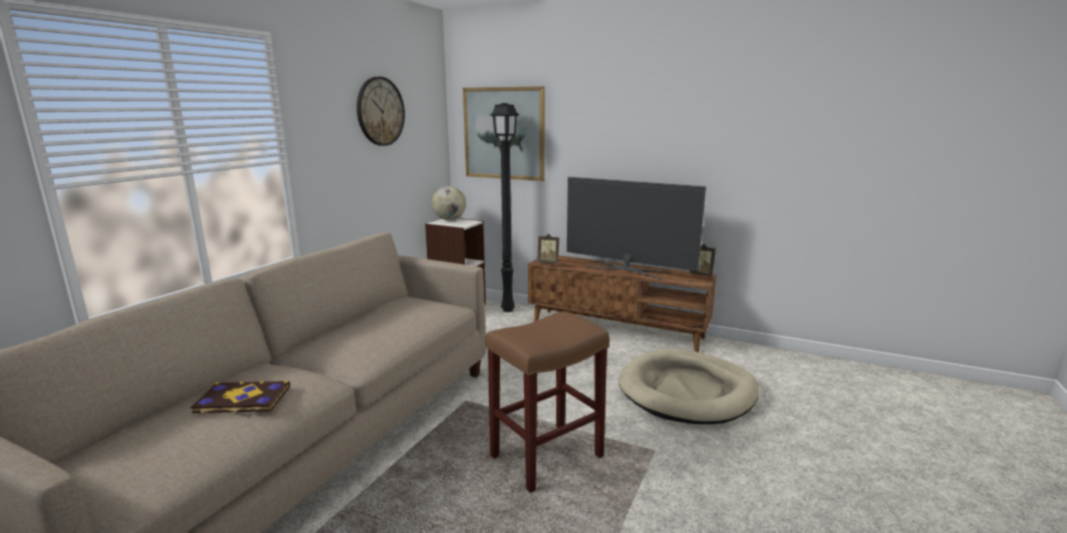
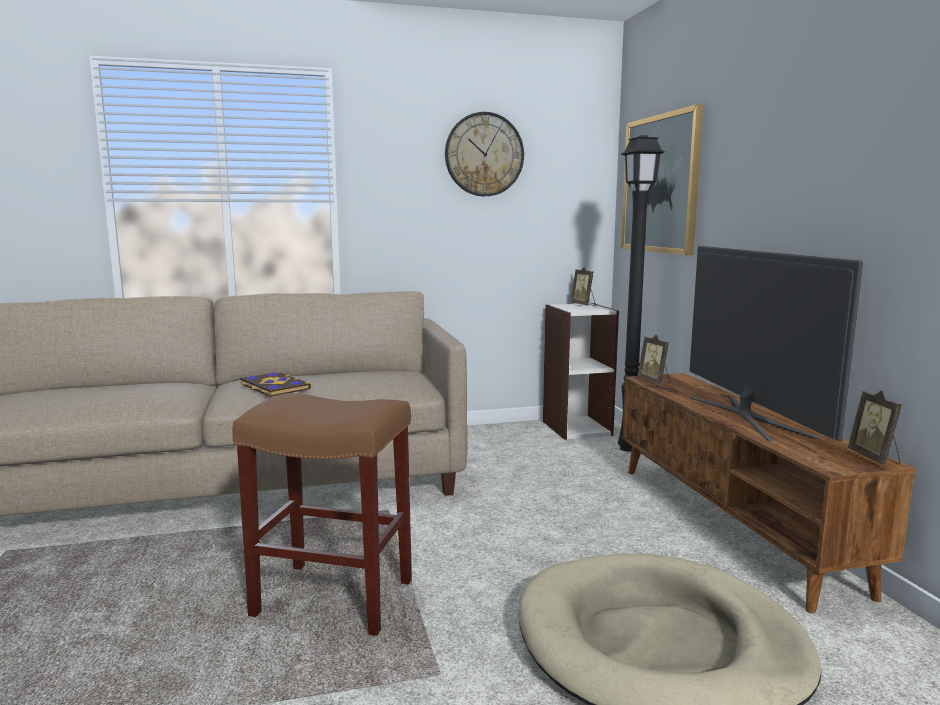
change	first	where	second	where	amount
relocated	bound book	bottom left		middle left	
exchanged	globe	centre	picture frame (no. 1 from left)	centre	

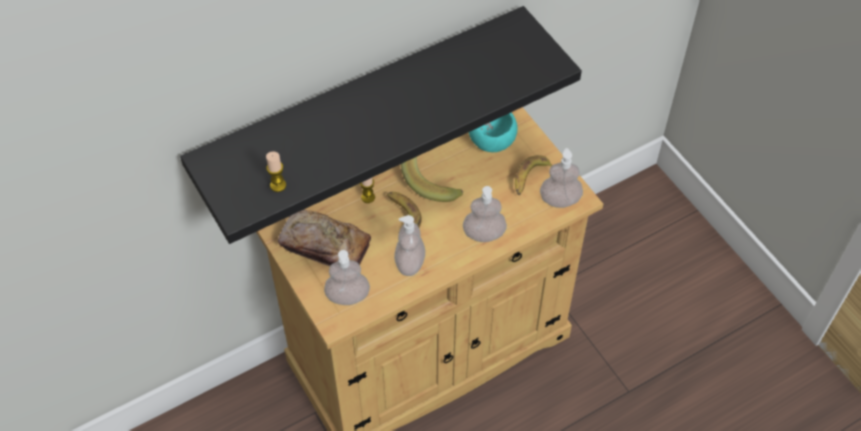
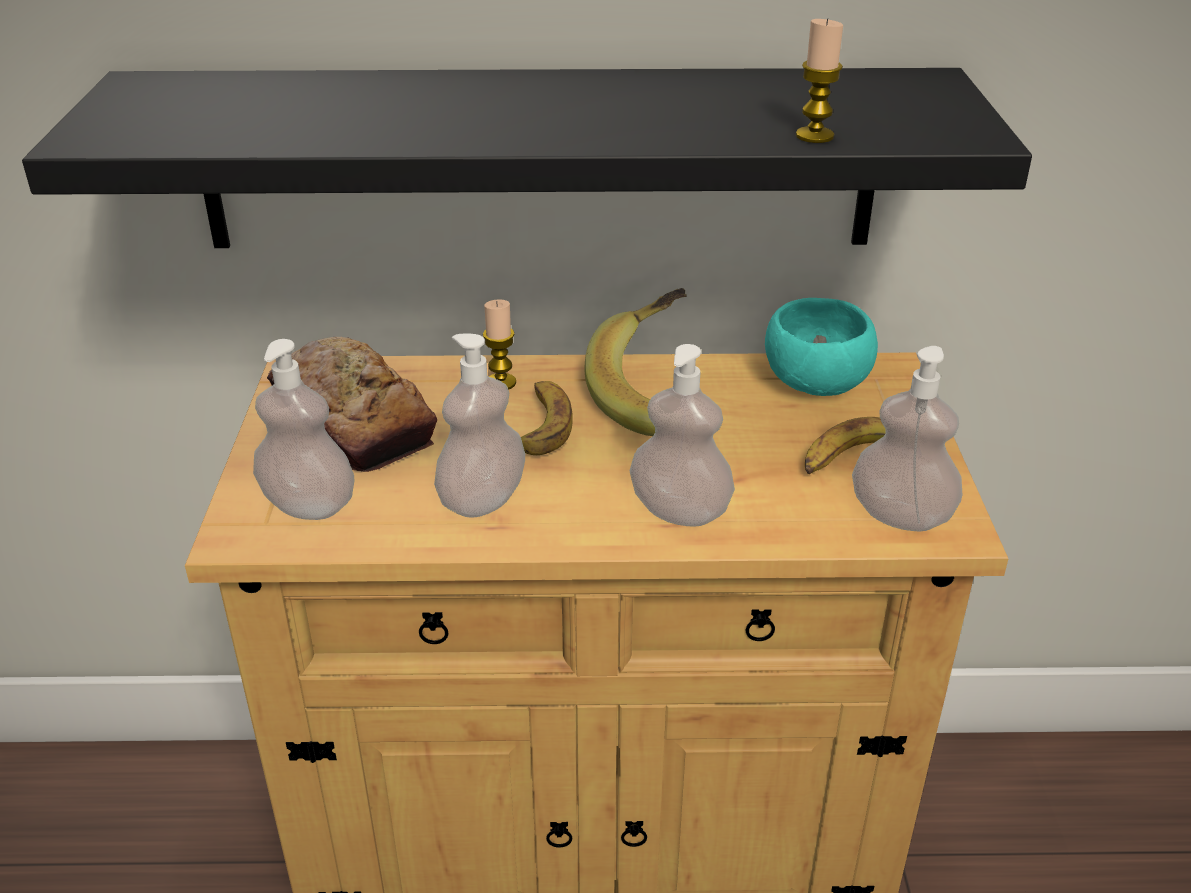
change	first	where	second	where	amount
relocated	wax candle (no. 1 from left in the first image)	middle left	wax candle (no. 2 from left)	top right	

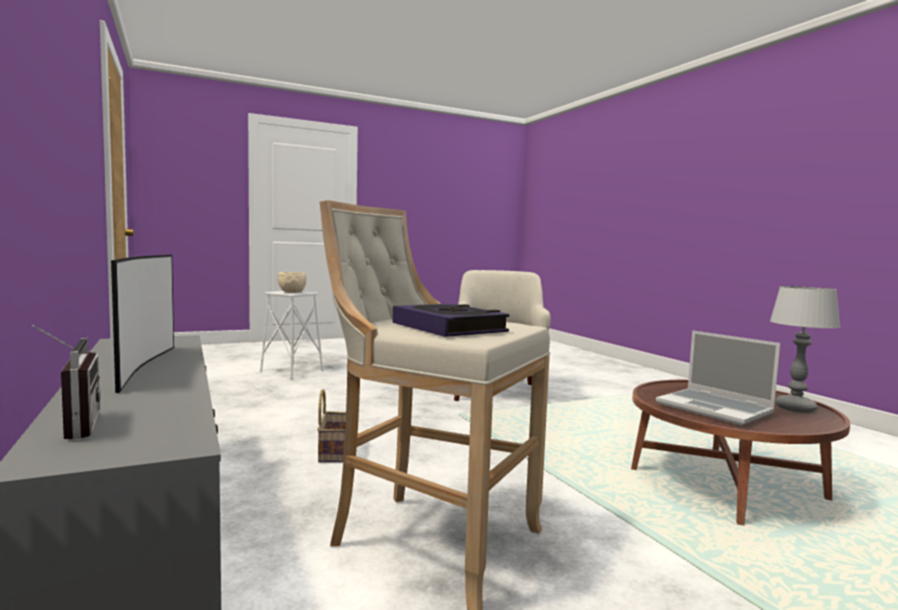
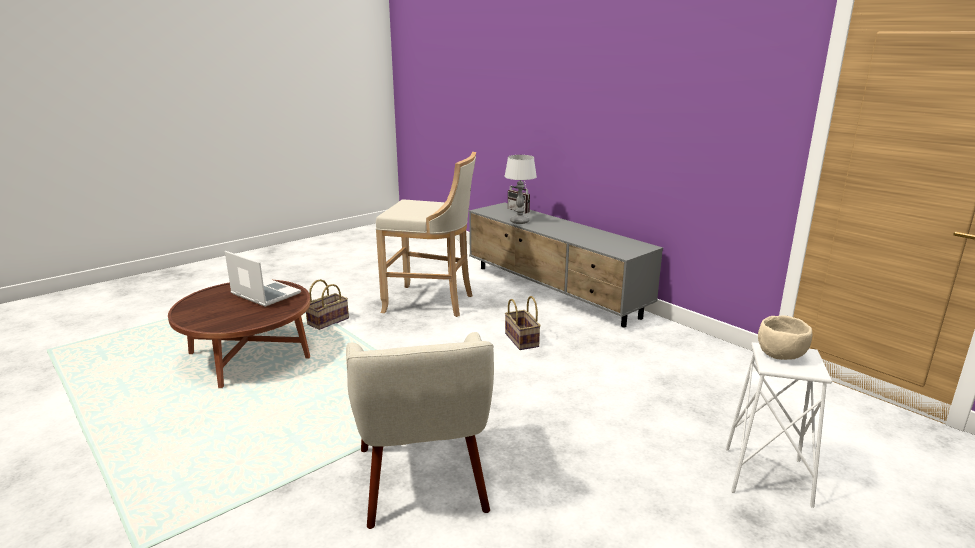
change	first	where	second	where	amount
appeared			storage basket (no. 1 from left)	centre	
relocated	tabletop lamp	middle right		centre	
missing	television	middle left			
missing	bound book	centre			

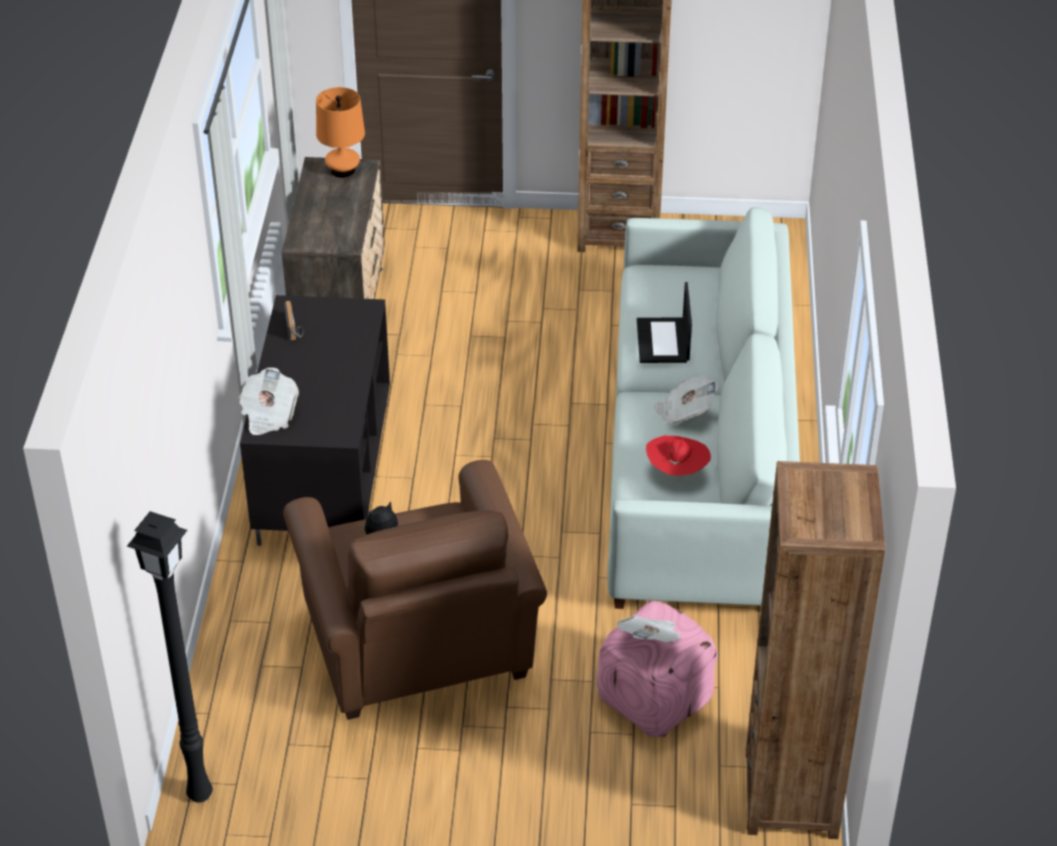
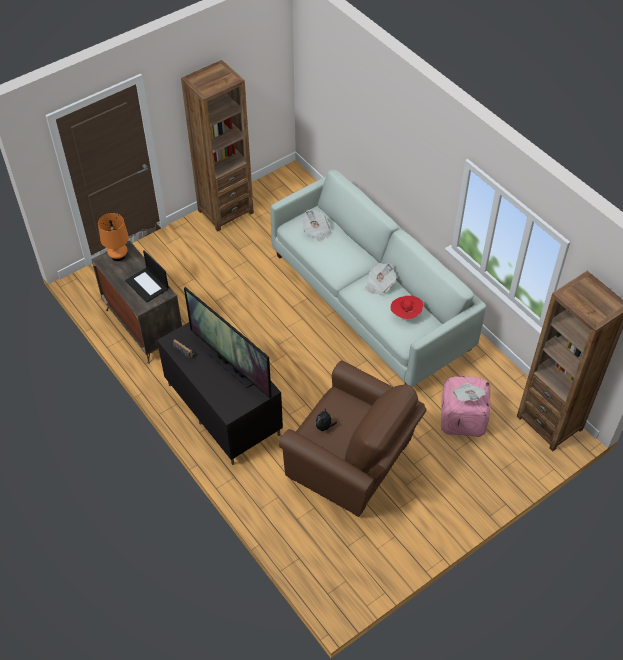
change	first	where	second	where	amount
relocated	portable computer	centre		middle left	
appeared			television	centre	
relocated	daily paper (no. 1 from left)	middle left		centre	
missing	standing lamp in black	bottom left			

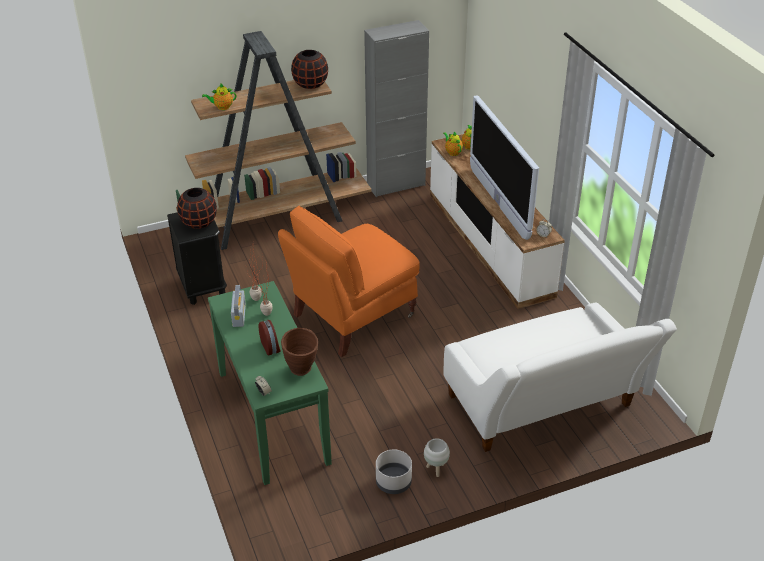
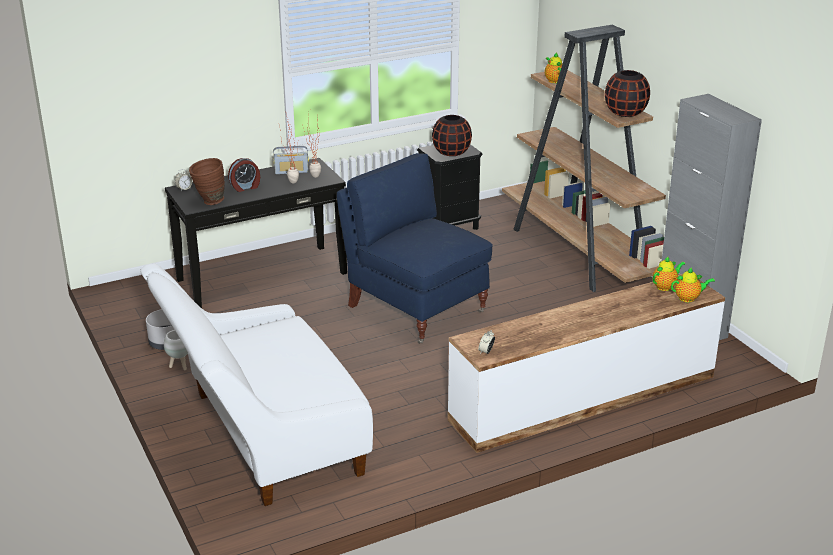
change	first	where	second	where	amount
colour	narrow table in green	bottom centre	narrow table in black	middle left	
colour	armchair in orange-coloured	centre	armchair in blue	centre	
missing	television	top centre			

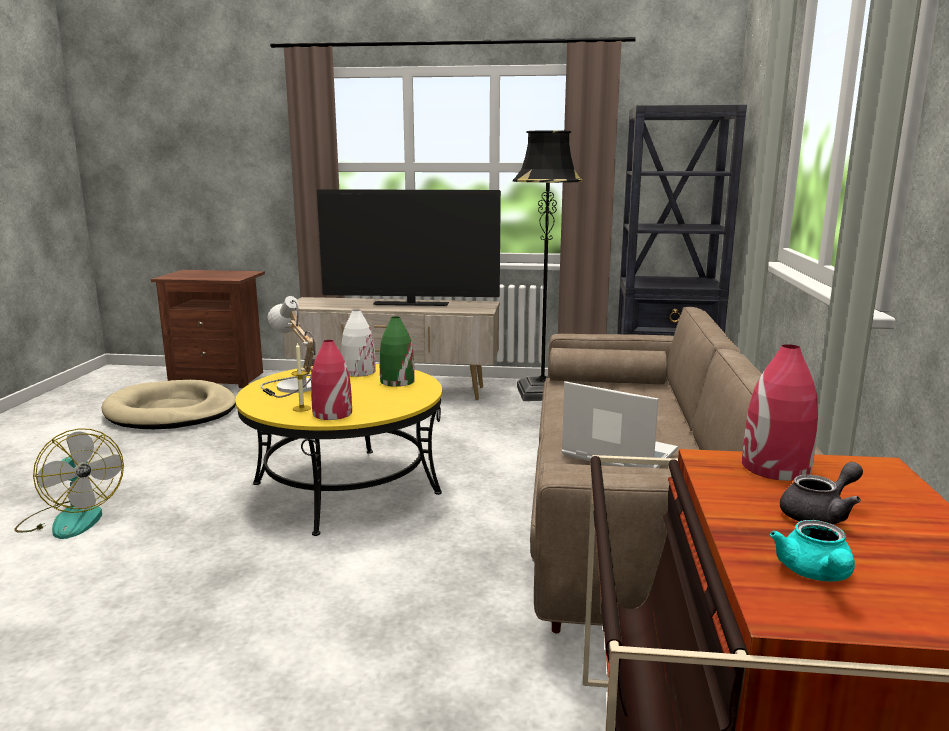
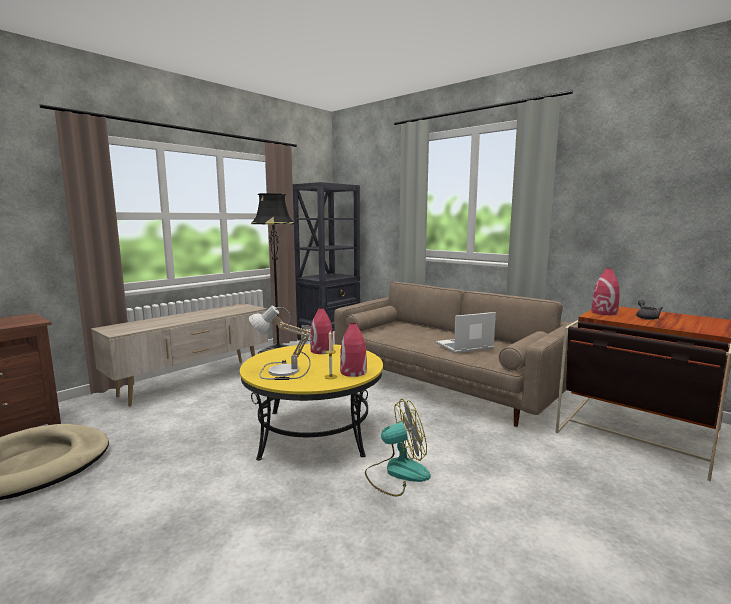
change	first	where	second	where	amount
colour	decorative vase in green	centre	decorative vase in red-coloured (no. 1 from left)	centre	
relocated	fan	middle left		bottom centre	
missing	television	centre			
missing	decorative vase in whitish	centre			
missing	teapot in blue-green	bottom right			

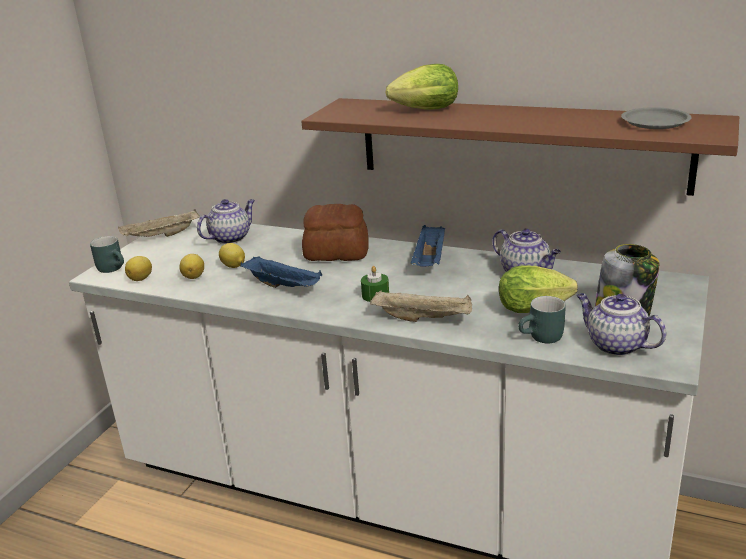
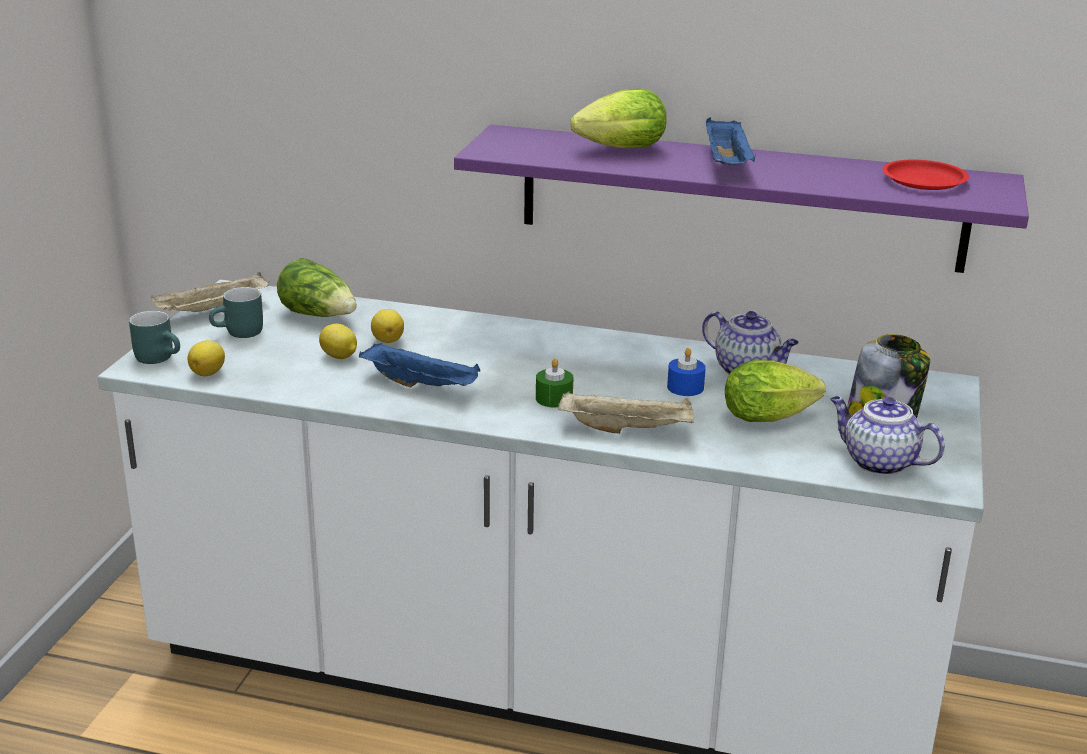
change	first	where	second	where	amount
relocated	mug in blue-green (no. 2 from left)	middle right		middle left	
exchanged	teapot (no. 1 from left)	middle left	lettuce (no. 1 from left)	middle left	
relocated	lemon (no. 2 from left in the first image)	middle left	lemon (no. 3 from left)	centre	
colour	wall shelf in brownish	top right	wall shelf in purple-coloured	top right	
appeared			wax candle in blue	centre	
relocated	carrying tray in blue (no. 2 from left)	centre		top right	
colour	dinner plate in grey	top right	dinner plate in red-coloured	top right	
missing	bread	centre			

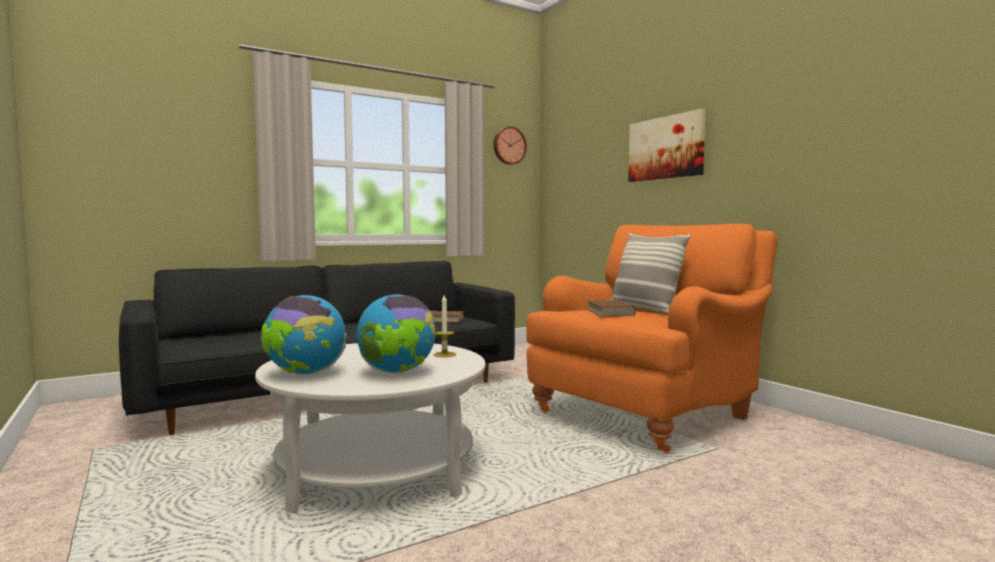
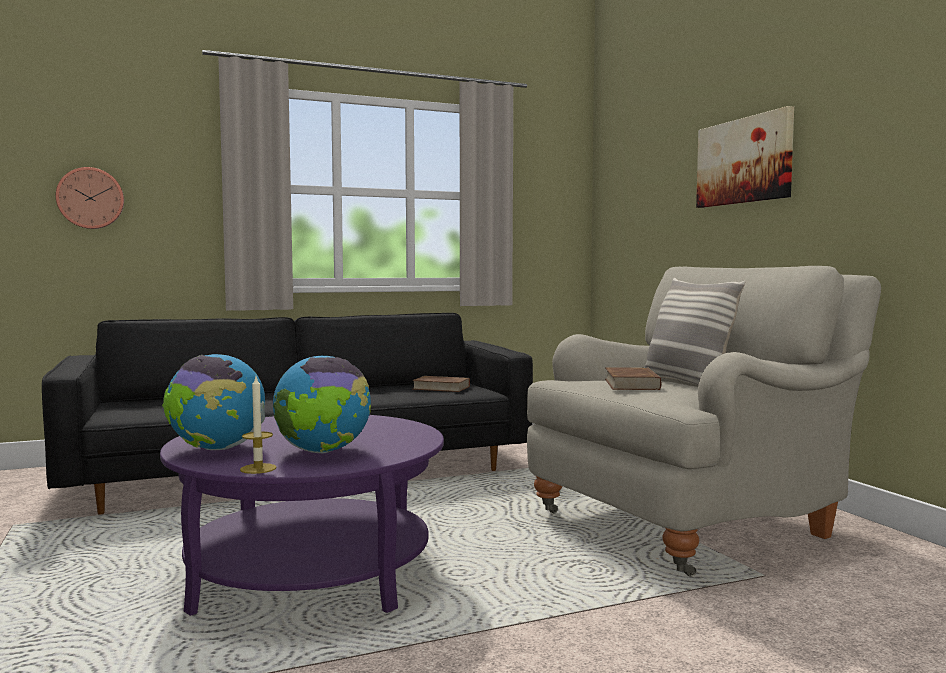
change	first	where	second	where	amount
relocated	hanging clock	top centre		top left	
colour	lounge table in whitish	bottom centre	lounge table in purple-coloured	bottom left	
relocated	wax candle	centre		middle left	
colour	armchair in orange-coloured	centre	armchair in beige	middle right	

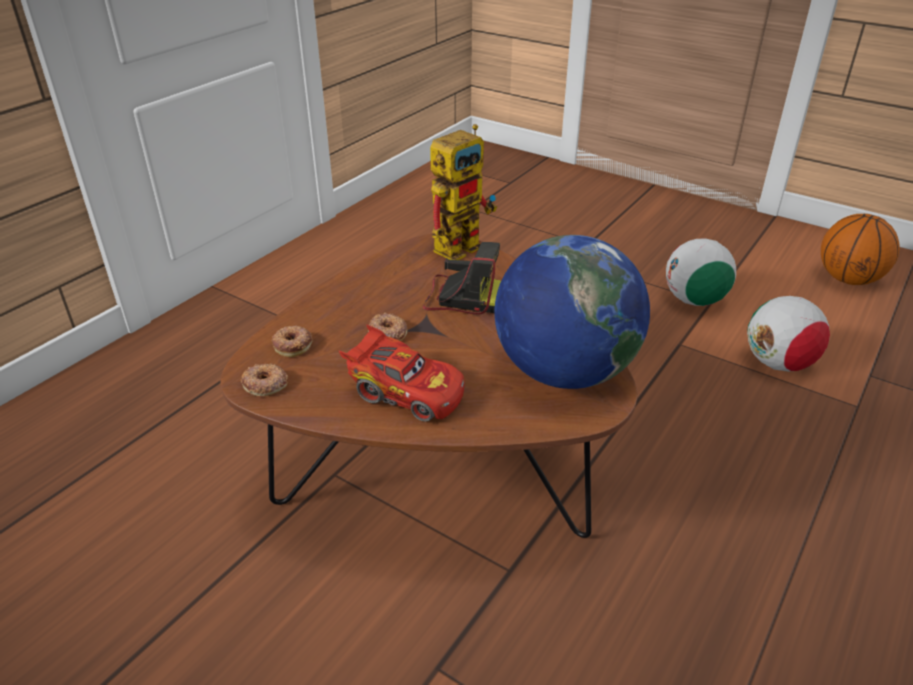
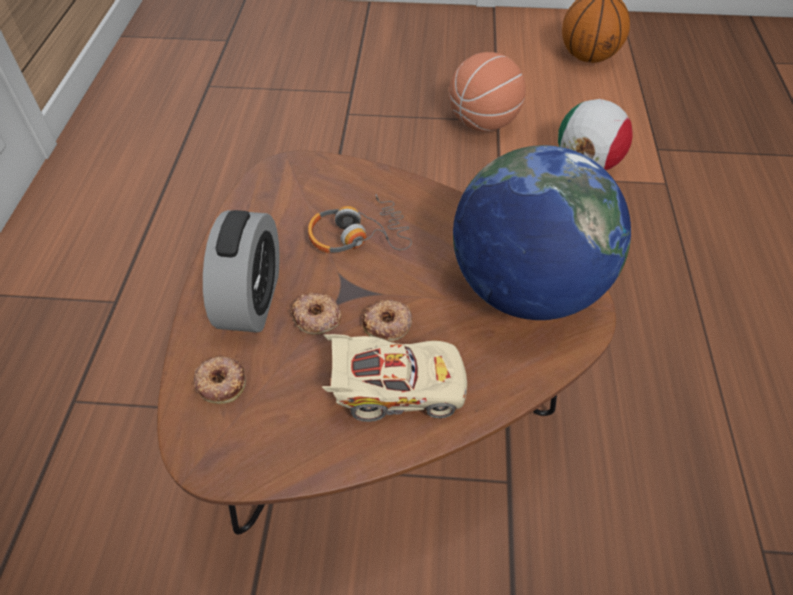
change	first	where	second	where	amount
appeared			alarm clock	middle left	
exchanged	photo camera	centre	pair of headphones	centre	
colour	miniature car in red-coloured	centre	miniature car in beige	centre	
relocated	donut (no. 1 from left in the first image)	middle left	donut (no. 3 from left)	centre	
exchanged	football (no. 1 from left)	middle right	basketball (no. 1 from left)	top centre	
missing	toy robot	top centre			

